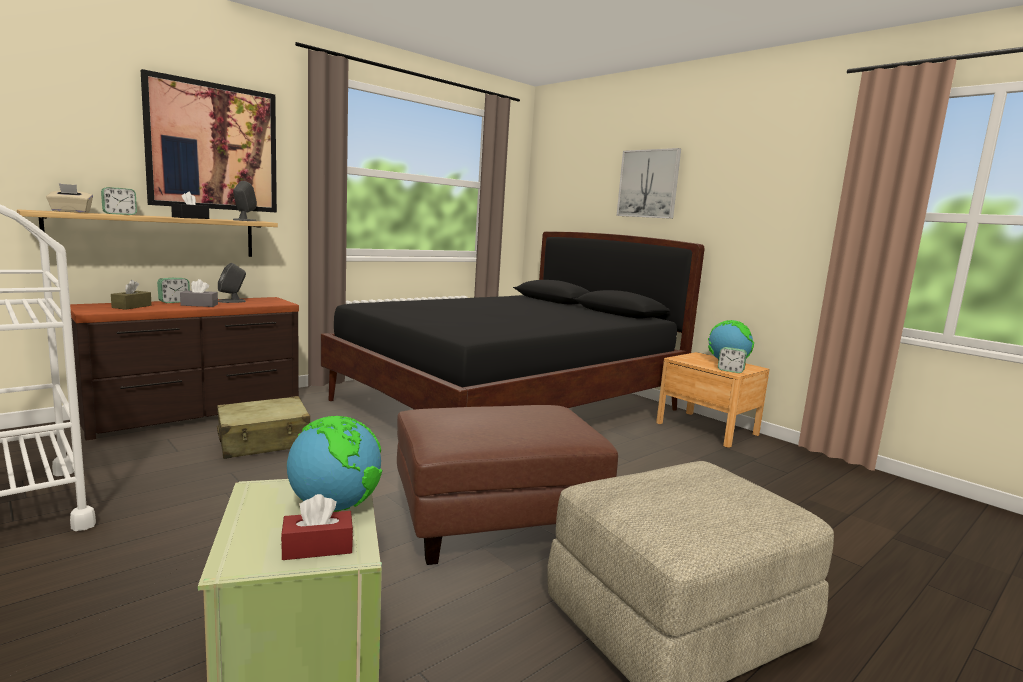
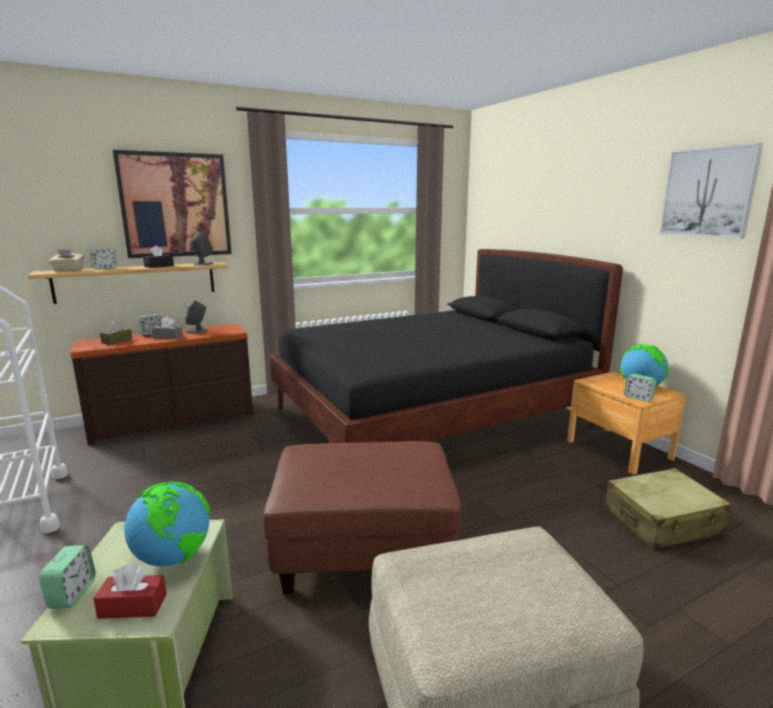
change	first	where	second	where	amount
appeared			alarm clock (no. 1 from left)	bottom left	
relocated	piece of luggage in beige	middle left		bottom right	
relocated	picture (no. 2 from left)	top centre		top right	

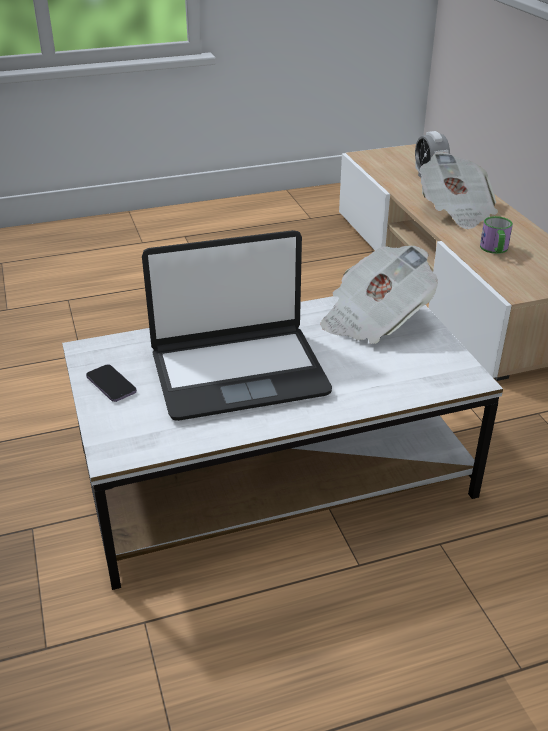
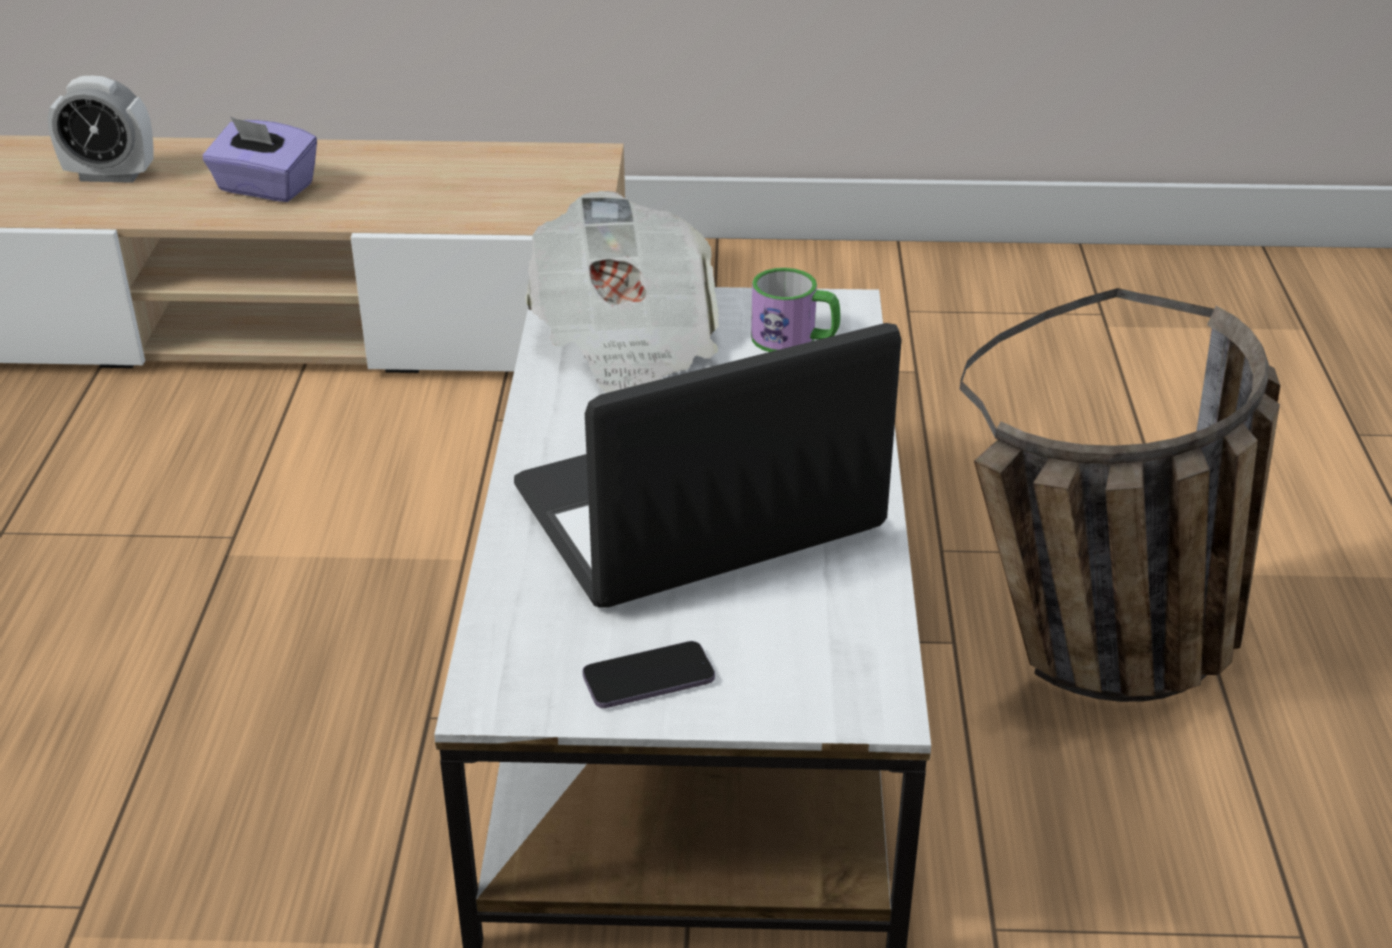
change	first	where	second	where	amount
exchanged	daily paper (no. 2 from left)	top right	tissue box in purple-coloured	top left	
spun	portable computer	centre		centre	120 degrees counterclockwise
relocated	mug	top right		top centre	
appeared			storage basket	middle right	

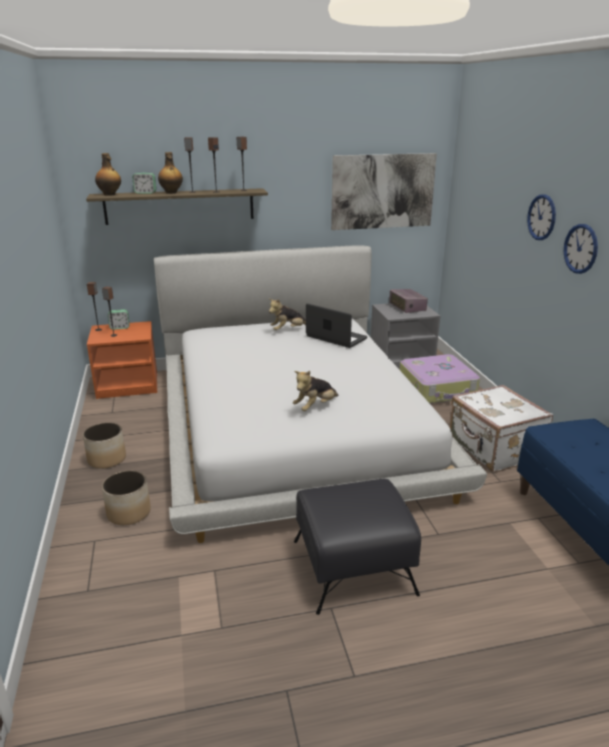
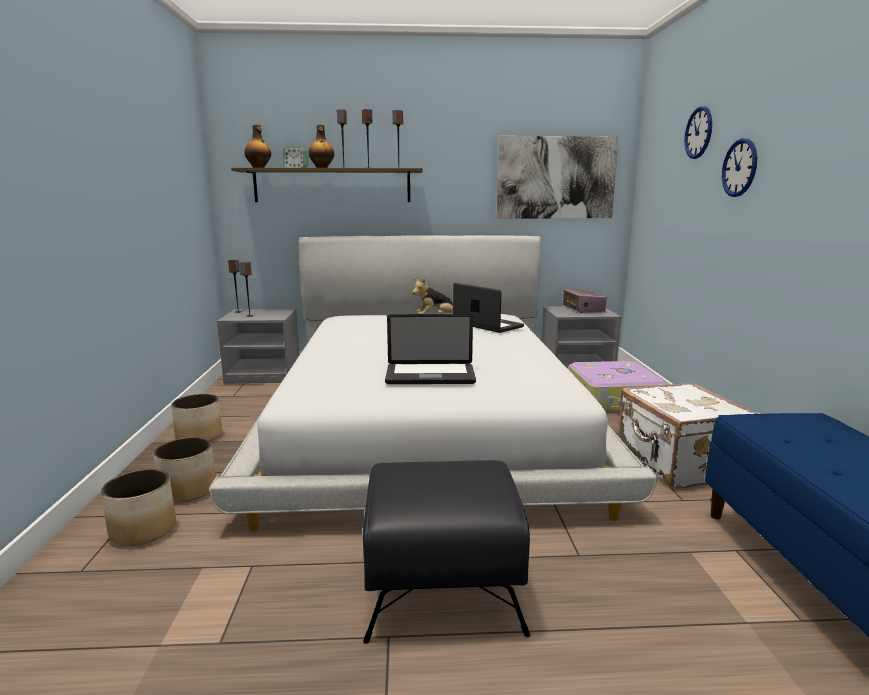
change	first	where	second	where	amount
appeared			planter (no. 1 from left)	bottom left	
colour	night table in orange-coloured	middle left	night table in grey (no. 1 from left)	middle left	
exchanged	soft toy (no. 2 from left)	centre	portable computer (no. 1 from left)	centre	
relocated	hanging clock (no. 2 from left in the first image)	middle right	hanging clock (no. 1 from left)	top right	
missing	alarm clock (no. 1 from left)	middle left			

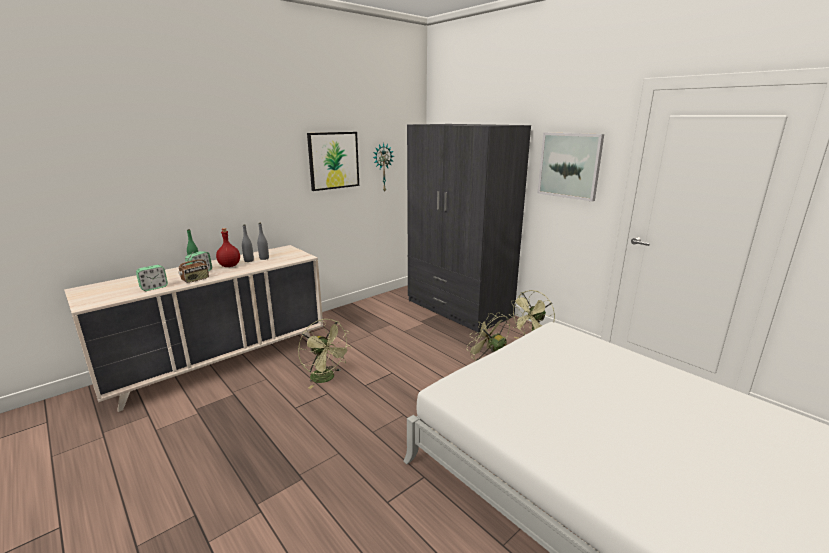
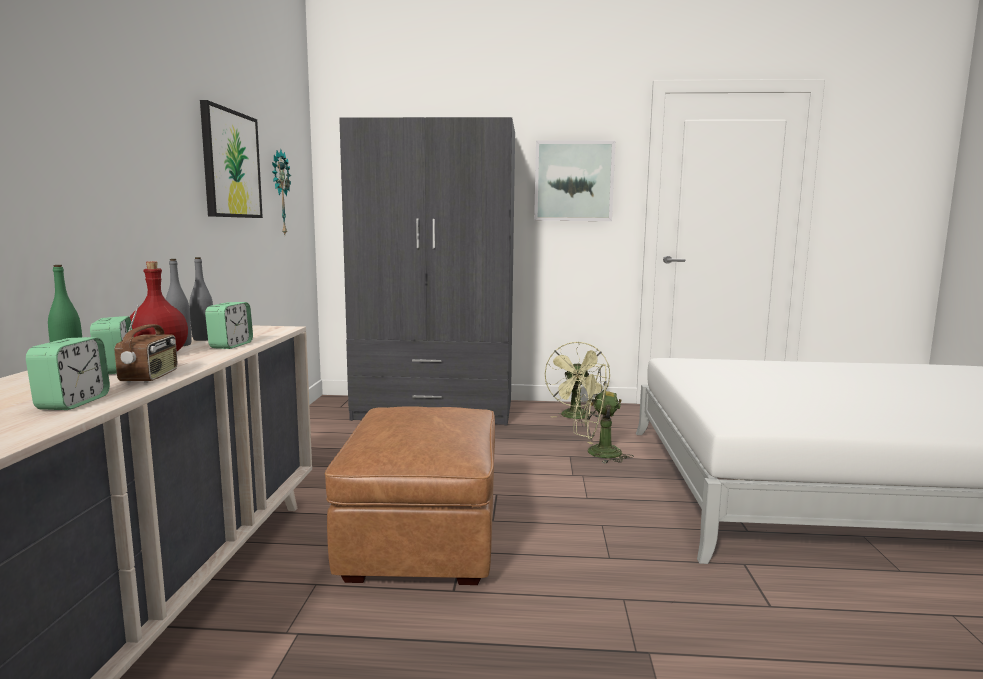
change	first	where	second	where	amount
appeared			alarm clock (no. 3 from left)	middle left	
exchanged	fan in green (no. 1 from left)	centre	ottoman in brownish	bottom centre	

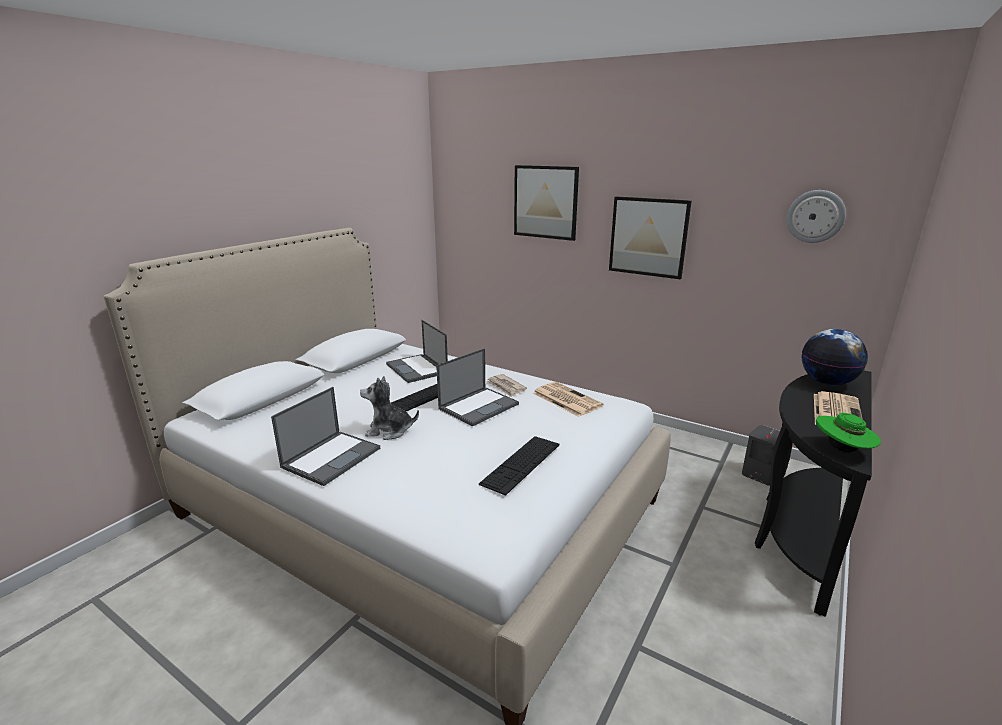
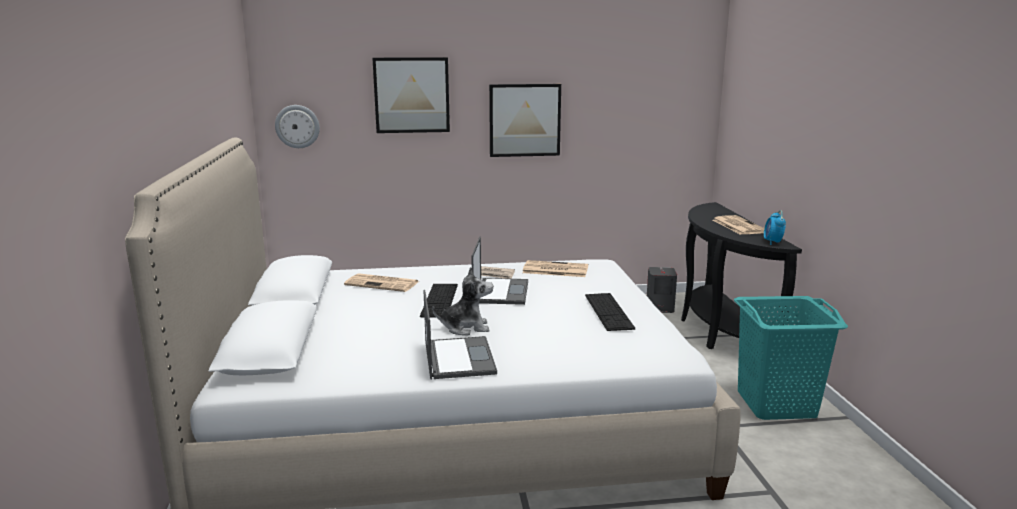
change	first	where	second	where	amount
relocated	hanging clock	top right		top left	
exchanged	portable computer (no. 2 from left)	centre	daily paper (no. 1 from left)	centre	
spun	soft toy	centre		centre	150 degrees counterclockwise
appeared			laundry basket in blue-green	bottom right	
exchanged	hat in green	middle right	alarm clock	middle right	
missing	globe	middle right			

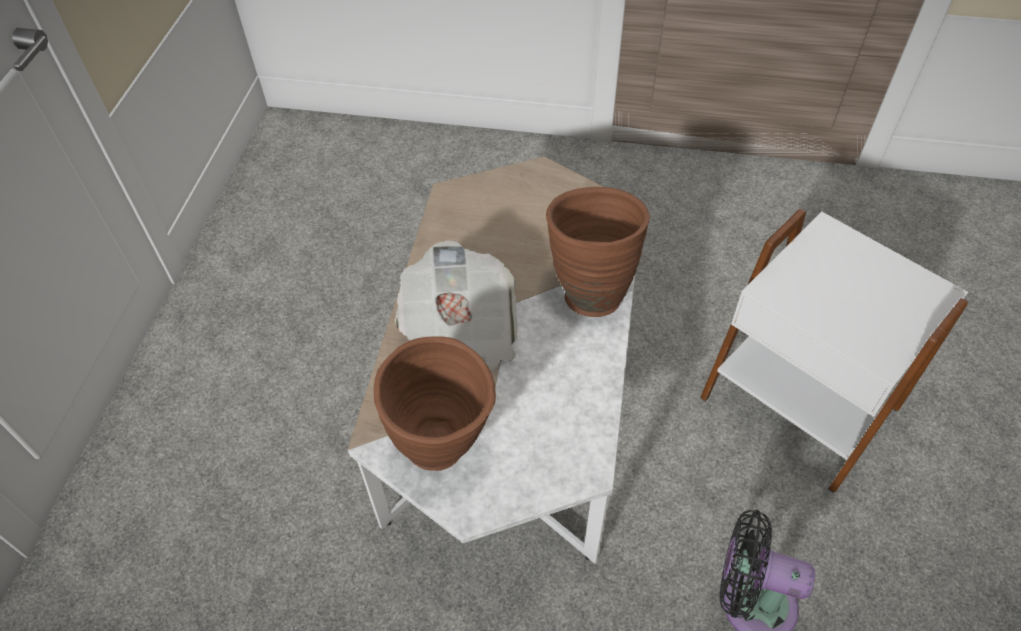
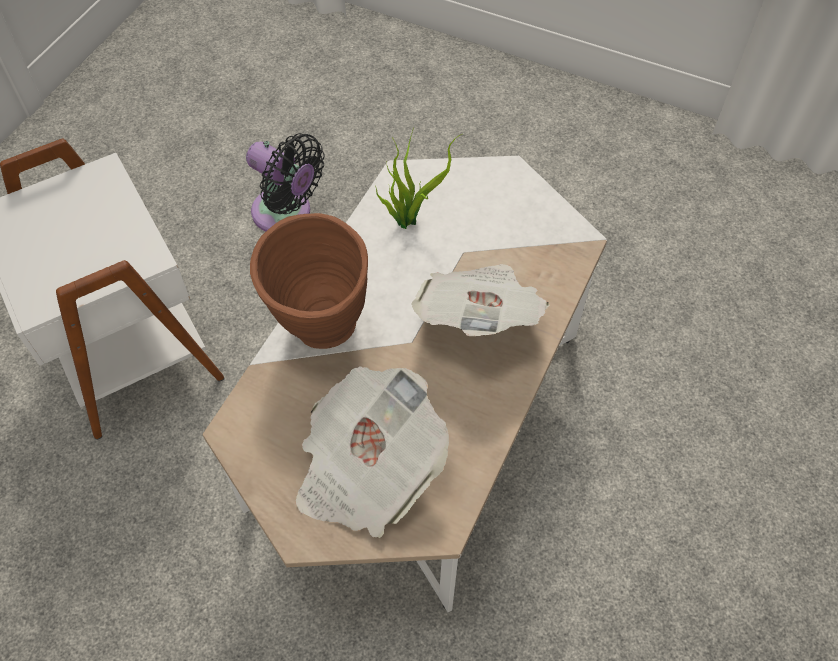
change	first	where	second	where	amount
appeared			daily paper (no. 1 from left)	bottom centre	
appeared			houseplant	top centre	
missing	decorative vase in brownish (no. 1 from left)	centre			

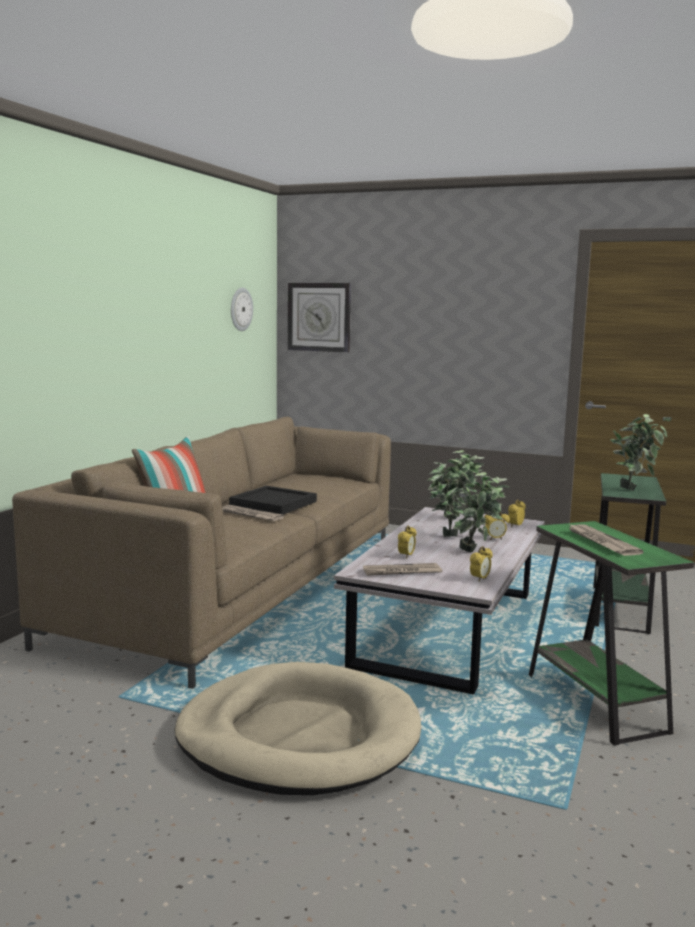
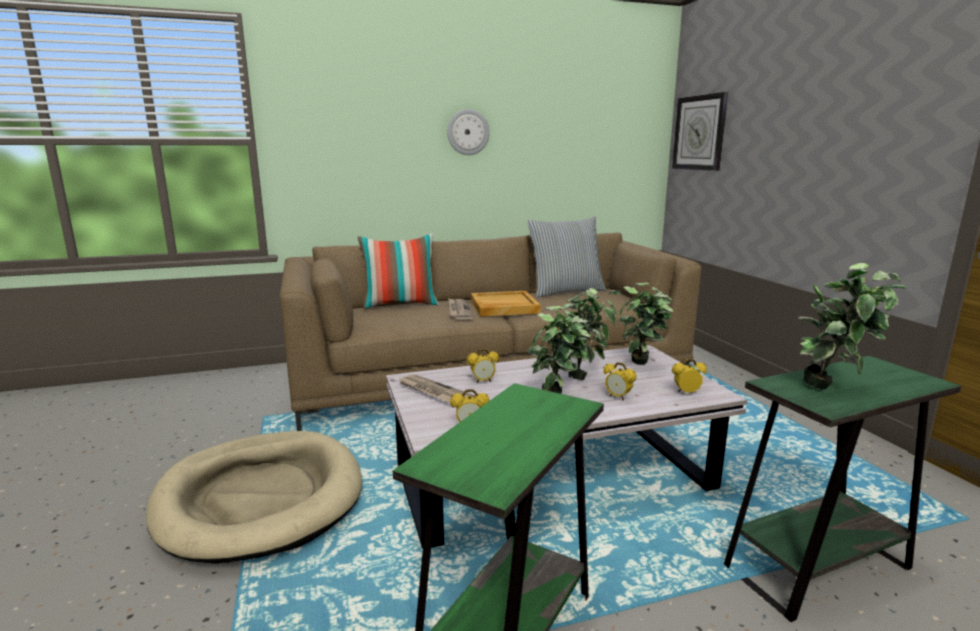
change	first	where	second	where	amount
relocated	hanging clock (no. 1 from left)	centre		top centre	
colour	carrying tray in black	centre	carrying tray in beige	centre	
appeared			throw pillow (no. 2 from left)	centre	
missing	daily paper (no. 3 from left)	middle right			

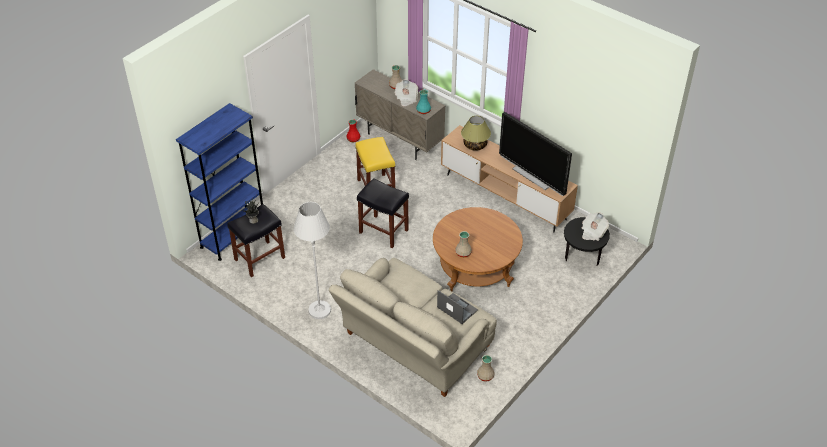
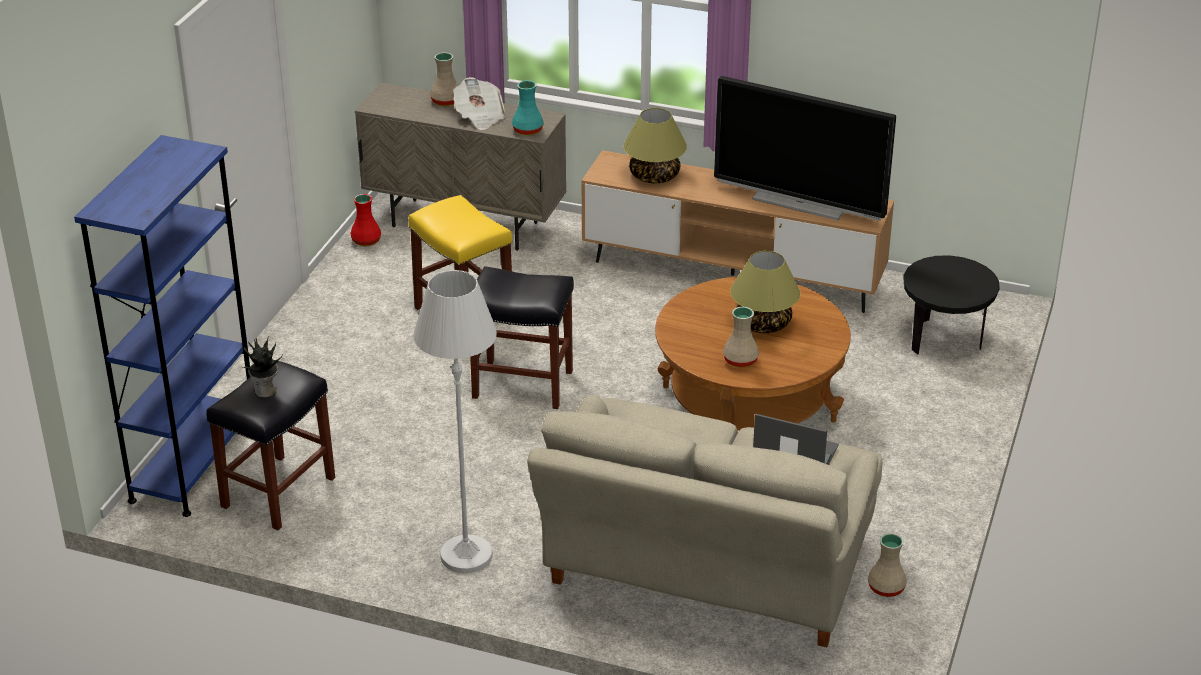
change	first	where	second	where	amount
appeared			tabletop lamp (no. 2 from left)	centre	
missing	daily paper (no. 2 from left)	middle right			

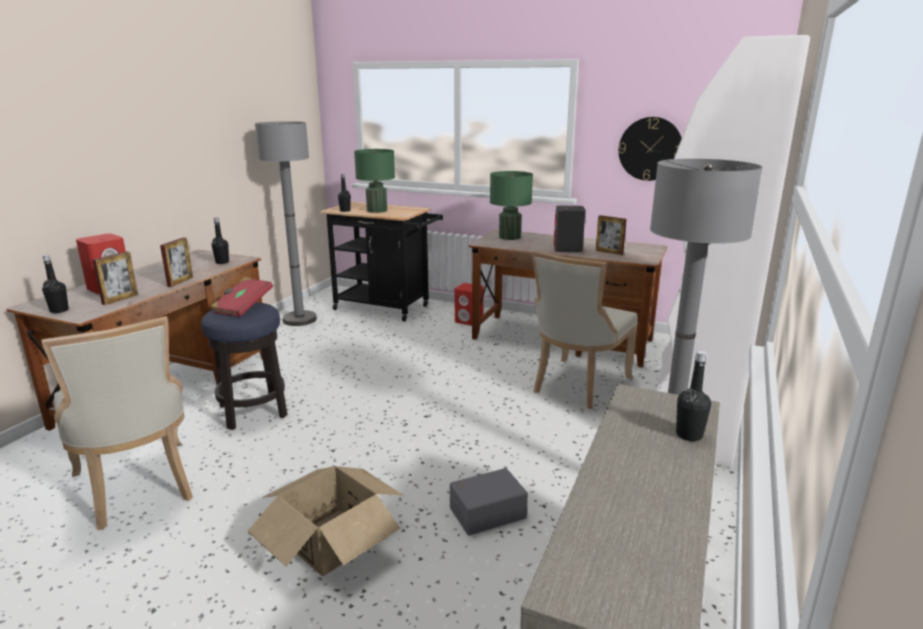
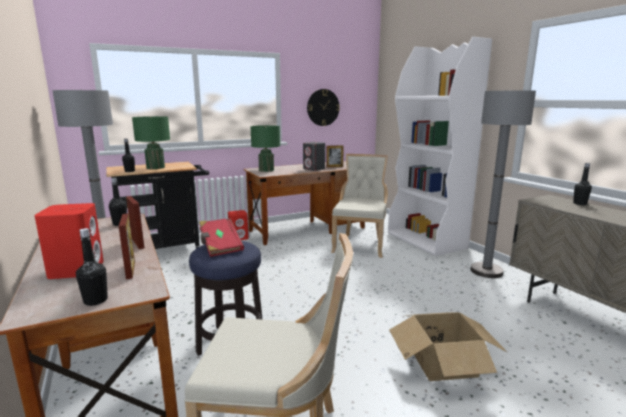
change	first	where	second	where	amount
spun	upright chair in beige (no. 2 from left)	centre		centre	150 degrees counterclockwise
missing	storage box in grey	bottom centre			

